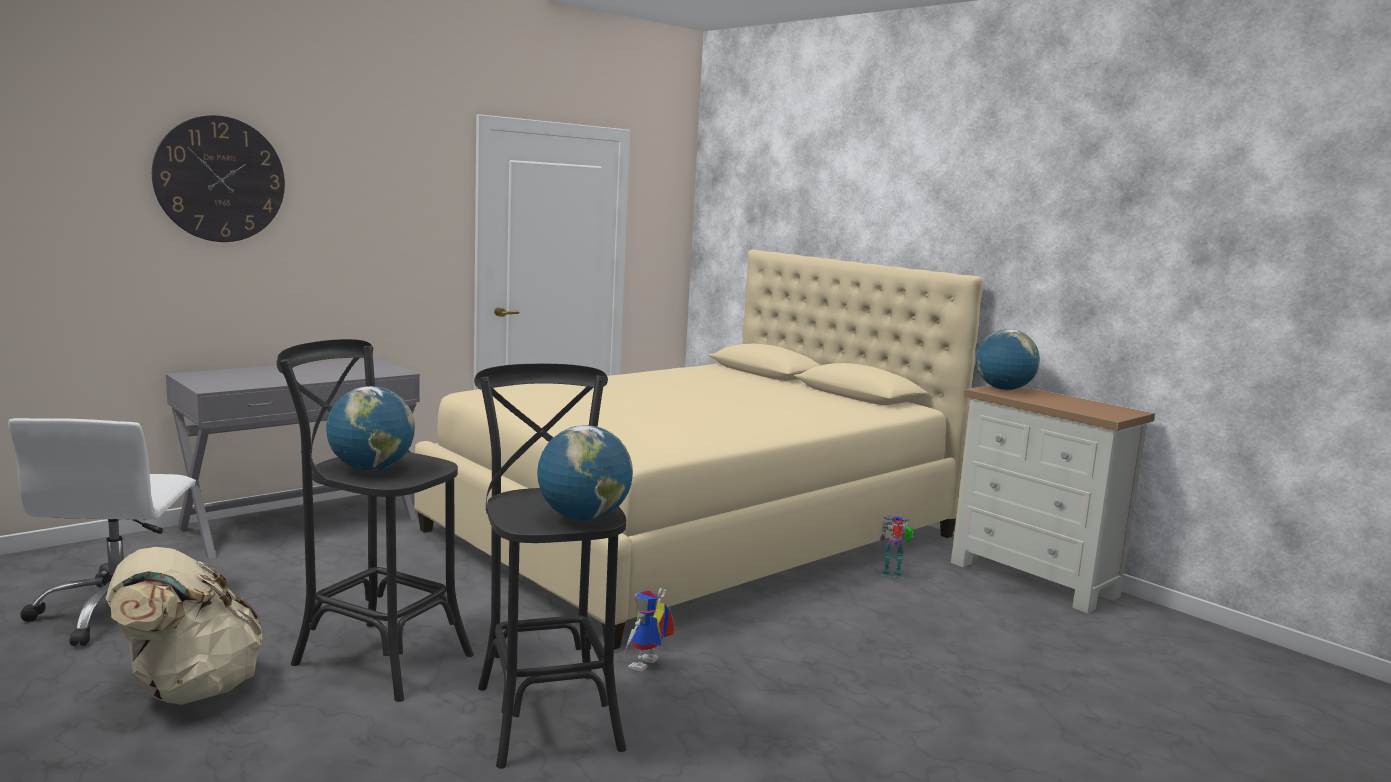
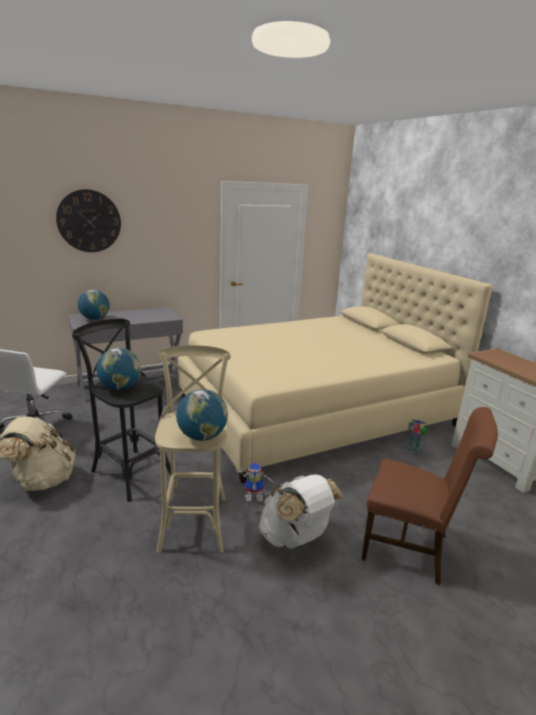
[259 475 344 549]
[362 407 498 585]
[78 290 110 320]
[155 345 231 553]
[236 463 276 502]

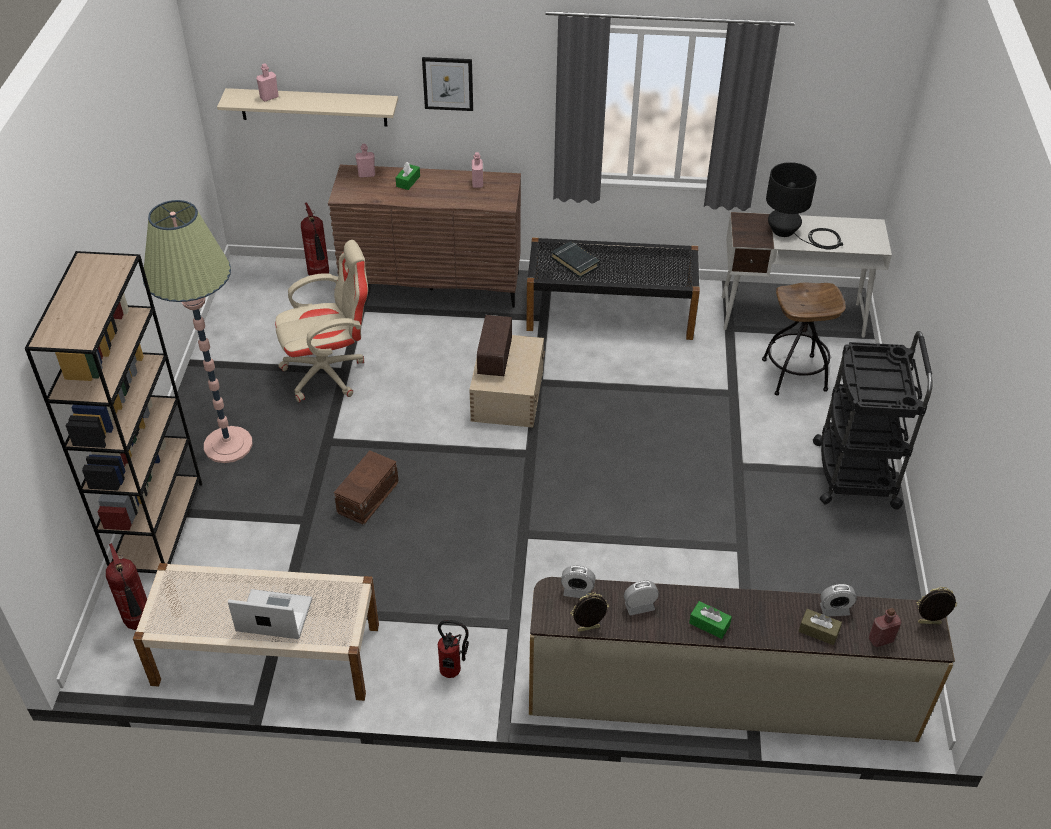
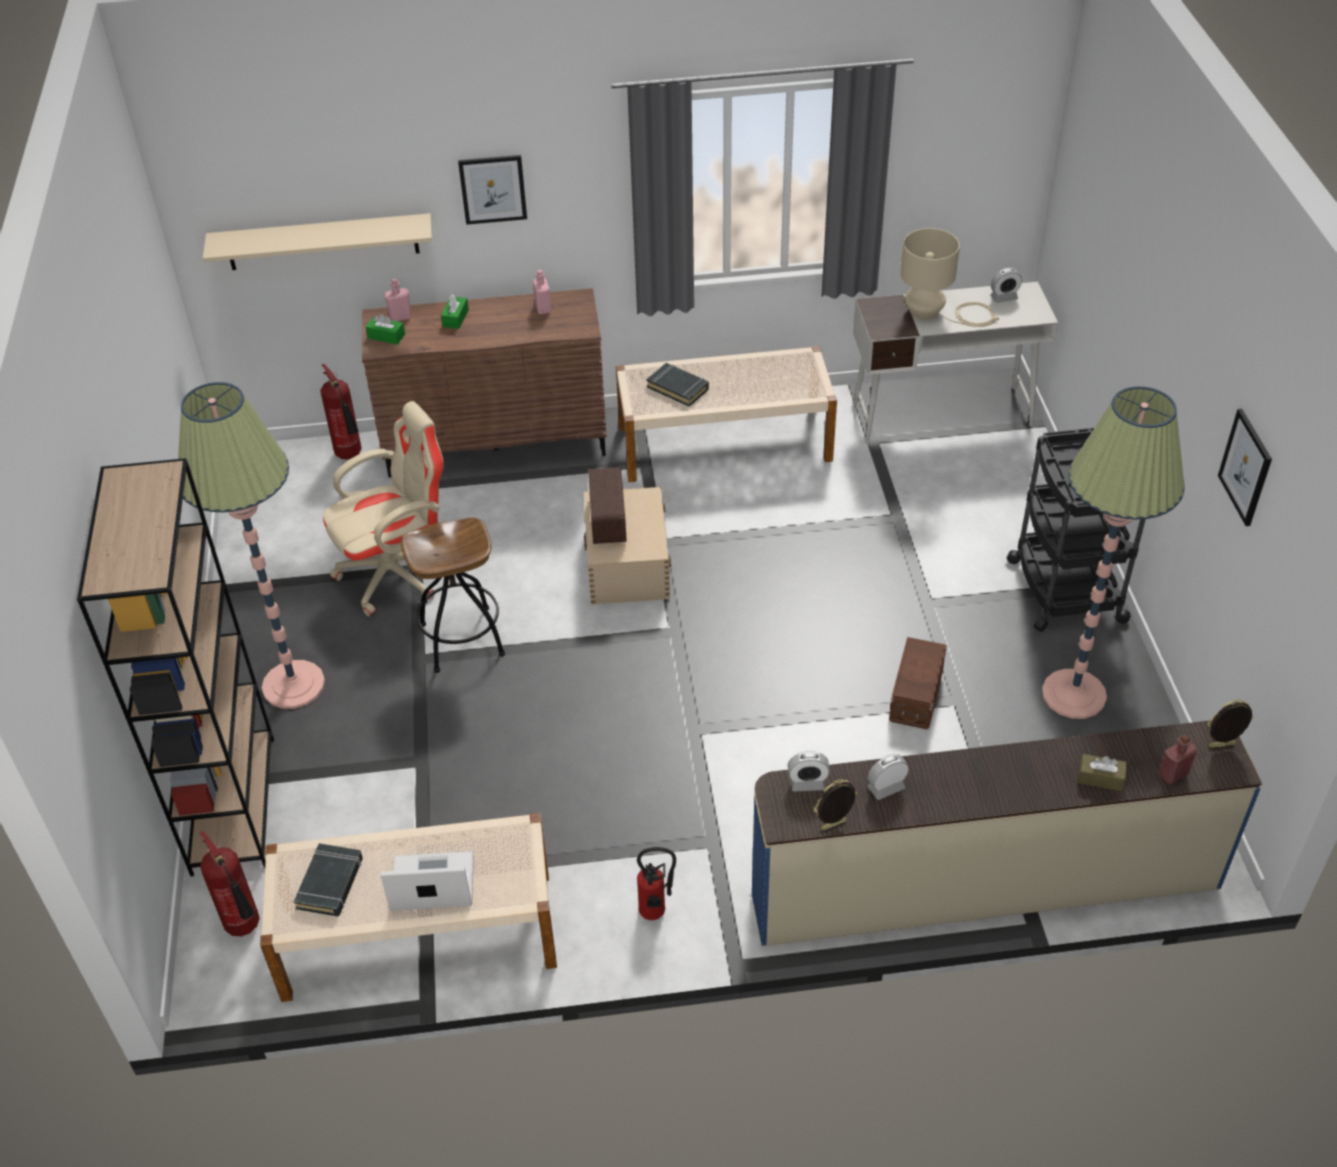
[256 63 279 101] (first image)
[294 843 363 916]
[1042 386 1185 719]
[1218 409 1272 526]
[889 637 947 730]
[366 314 405 345]
[401 518 505 673]
[990 268 1022 303]
[616 346 837 482]
[752 720 1262 946]
[900 228 999 327]

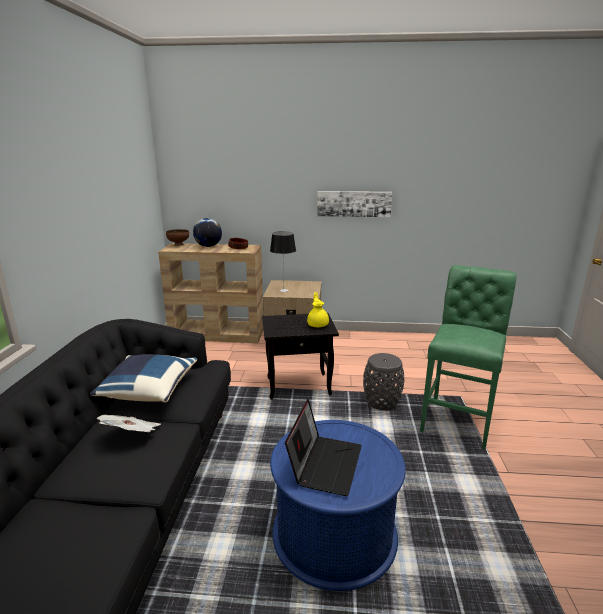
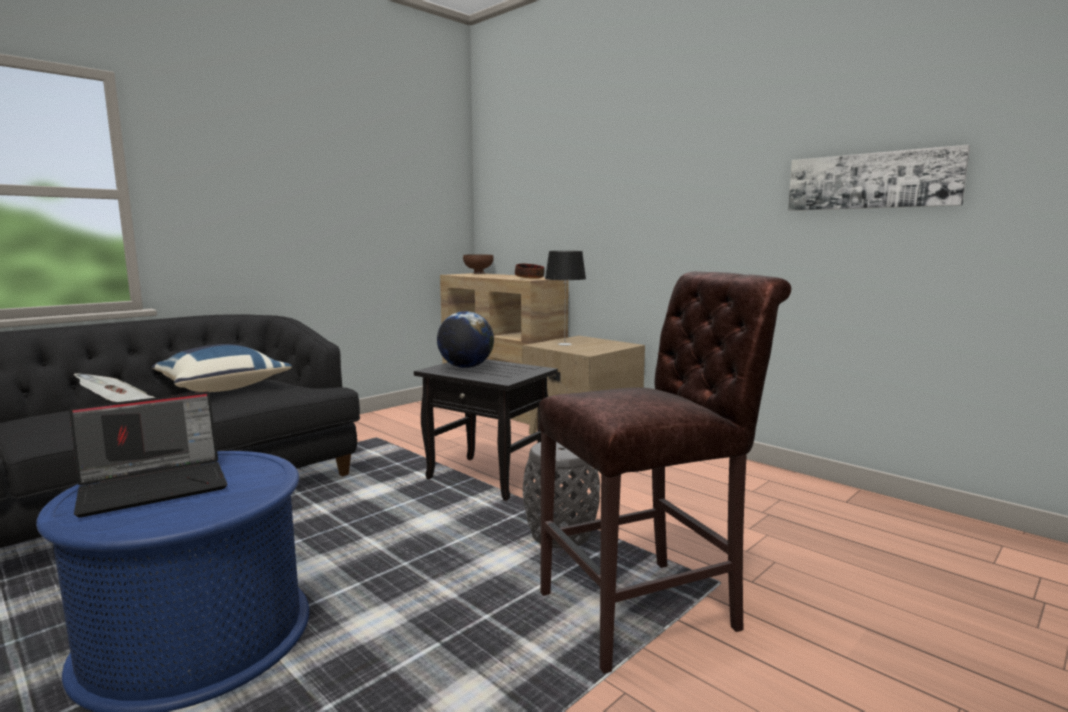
[307 292 329 327] (first image)
[437 311 494 368]
[788 144 970 211]
[538 271 791 673]

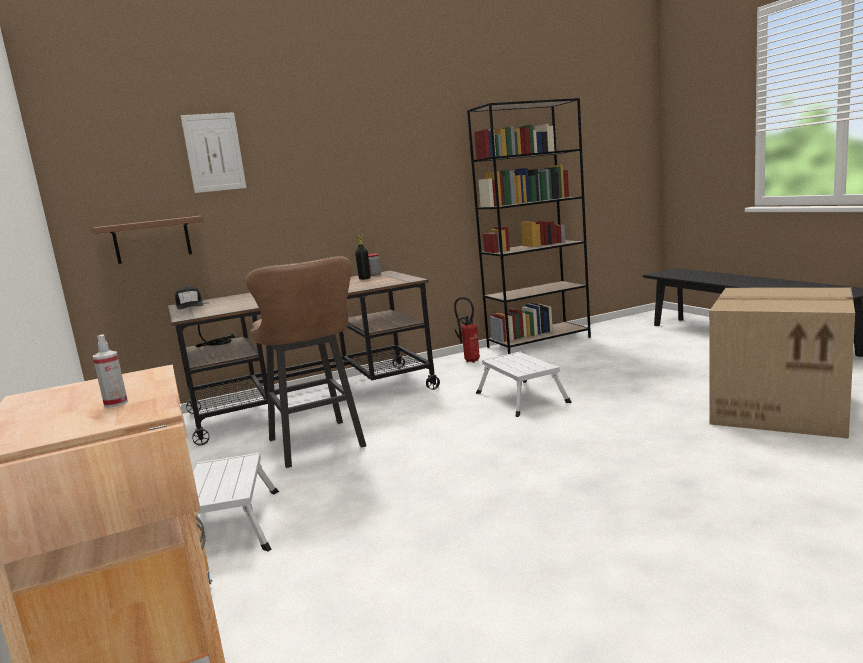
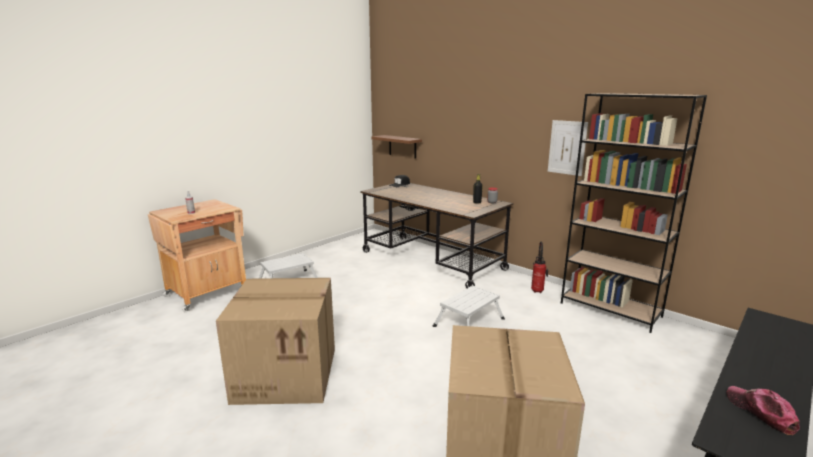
[246 256 366 468] (first image)
[216 278 335 405]
[726 386 800 435]
[548 120 588 176]

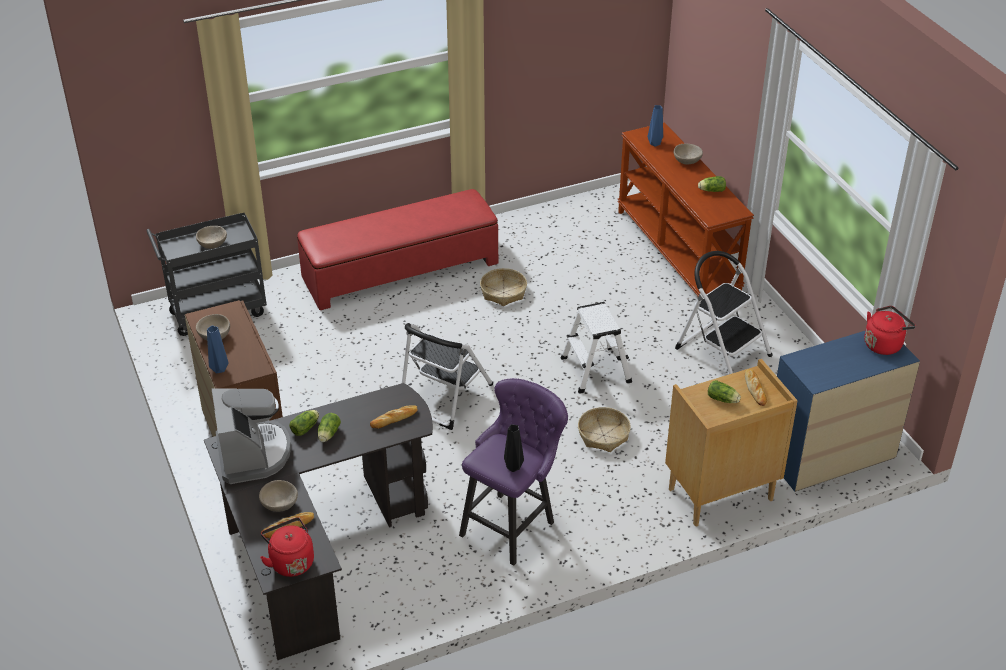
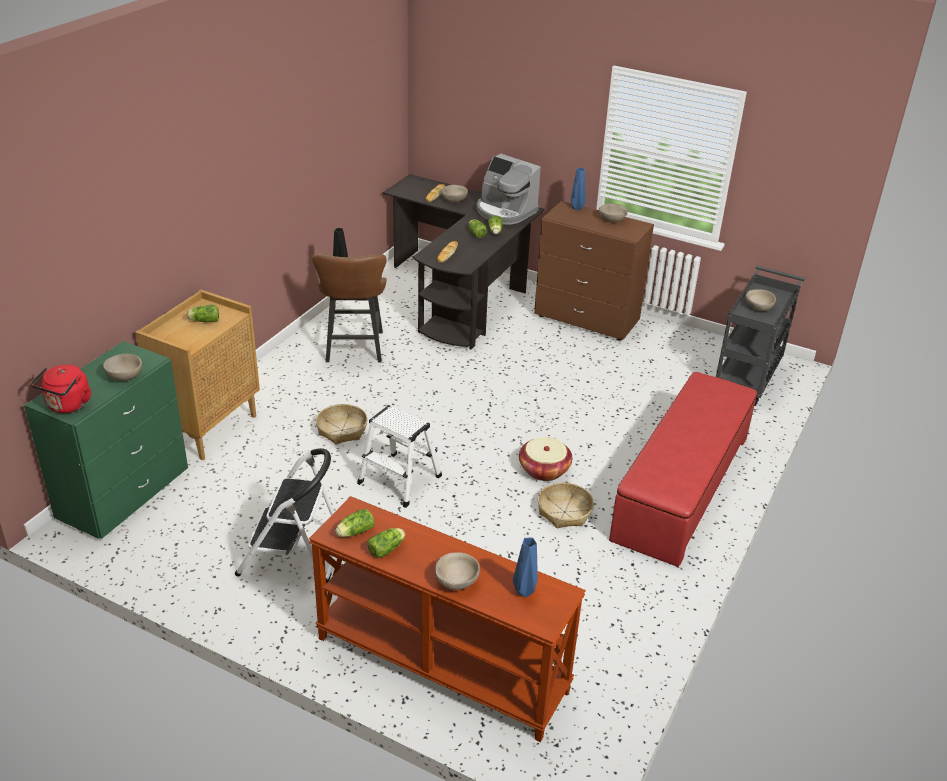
[260 517 314 577] (first image)
[402 323 493 430] (first image)
[745 369 767 406] (first image)
[103 354 142 381]
[335 509 374 537]
[519 437 572 481]
[312 253 387 362]
[24 341 188 539]

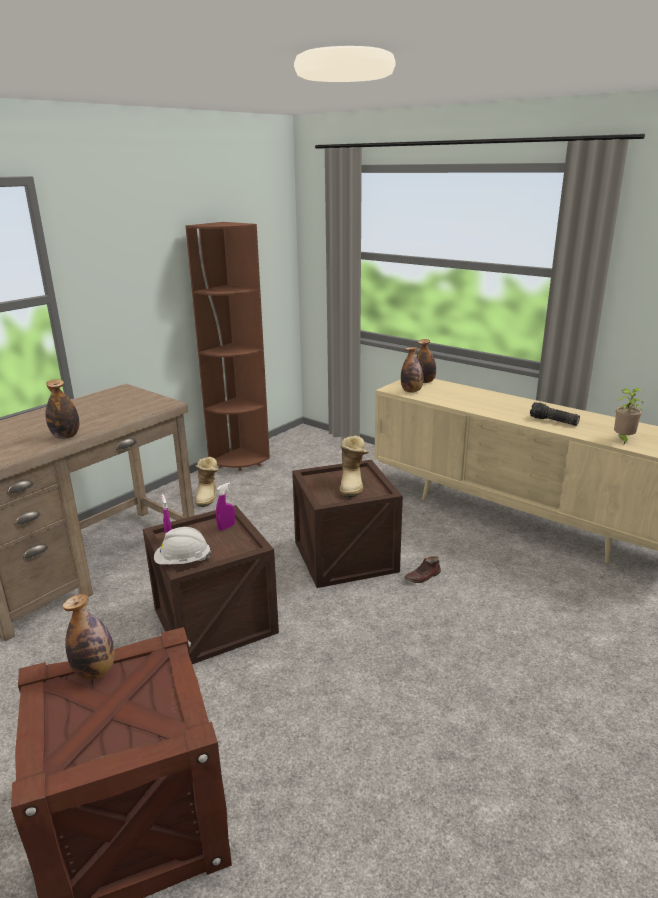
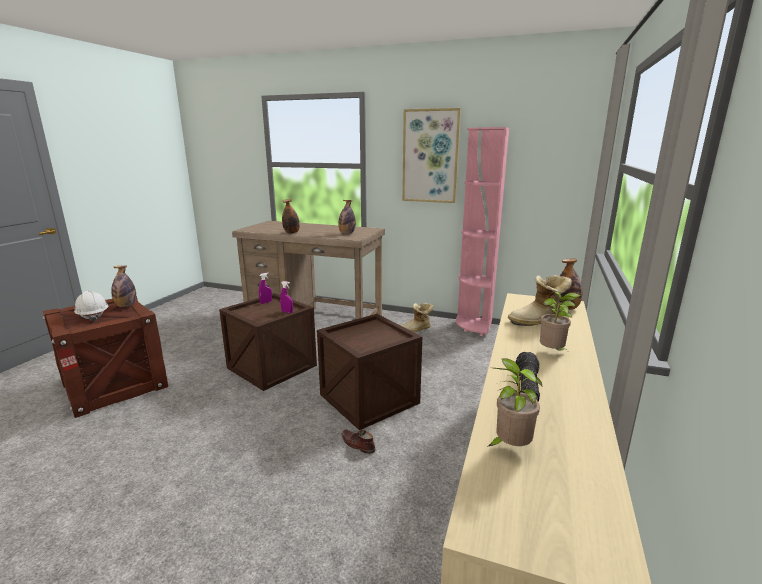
[402 108 461 203]
[540 292 580 350]
[74 290 109 321]
[508 275 572 326]
[338 200 356 234]
[456 127 509 336]

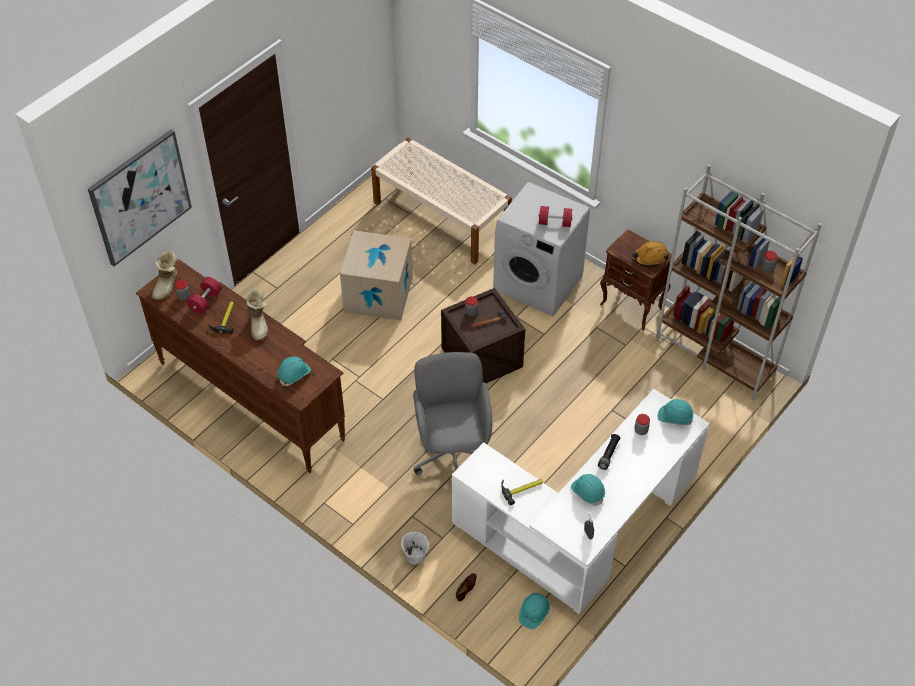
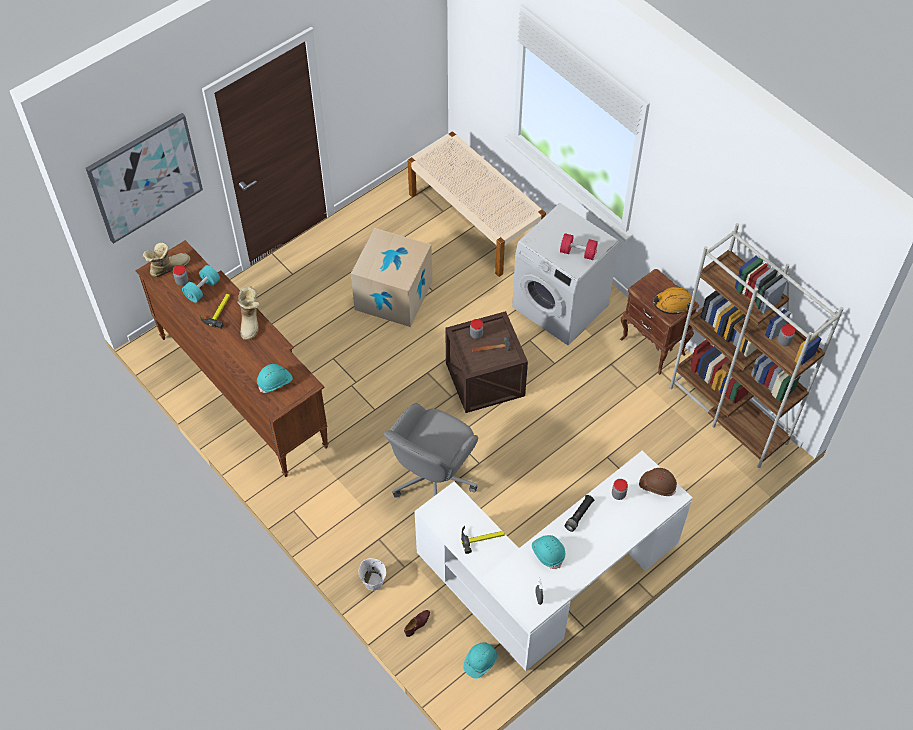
[182 265 220 303]
[639 468 677 496]
[143 242 190 277]
[384 403 478 498]

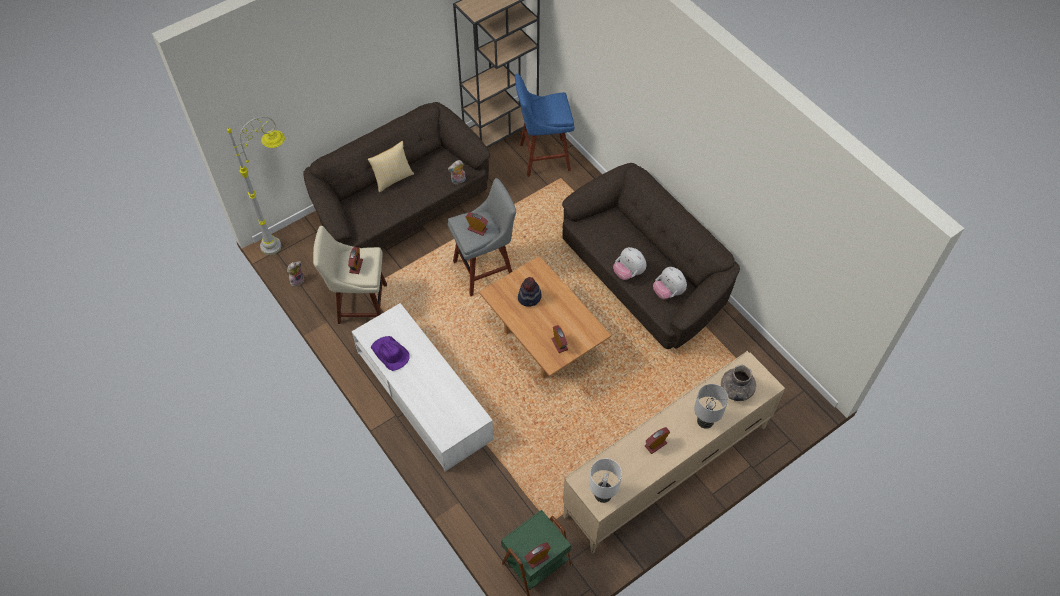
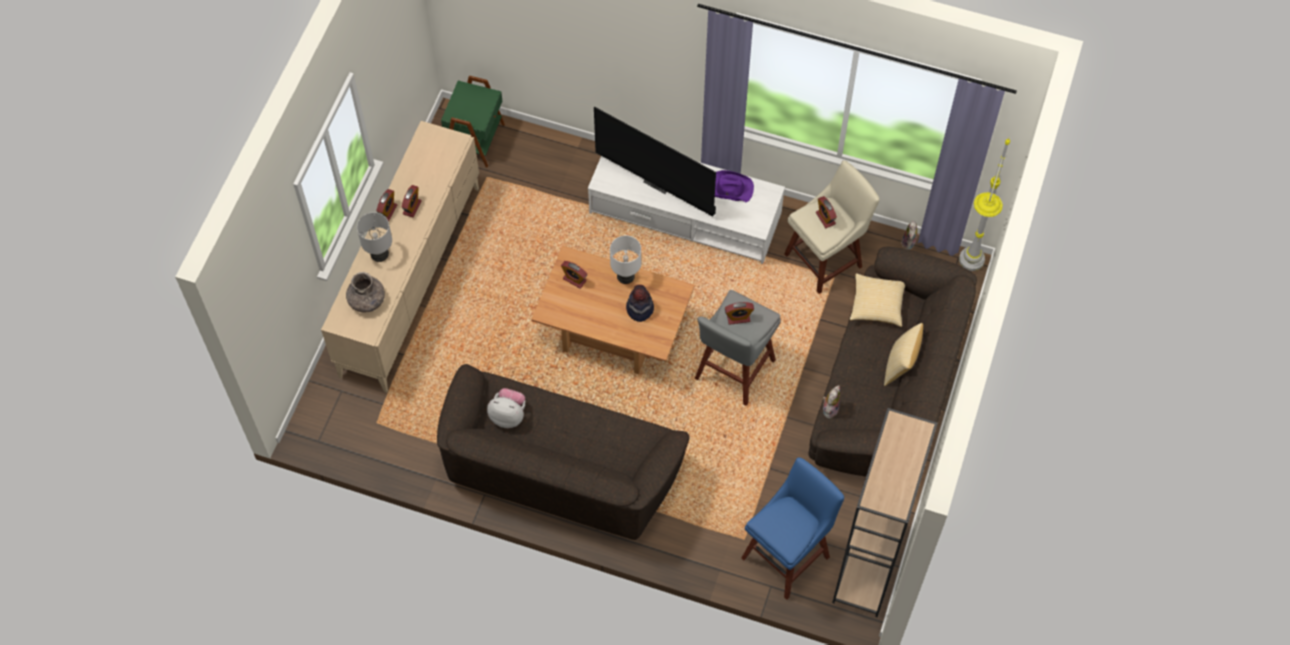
[613 247 646 280] (first image)
[594 106 716 217]
[850 274 905 327]
[376 189 397 221]
[610 235 641 284]

